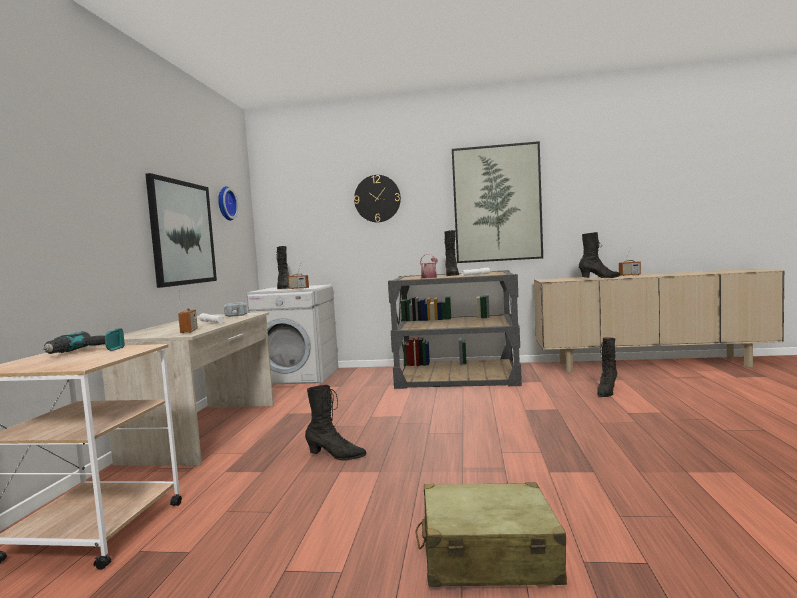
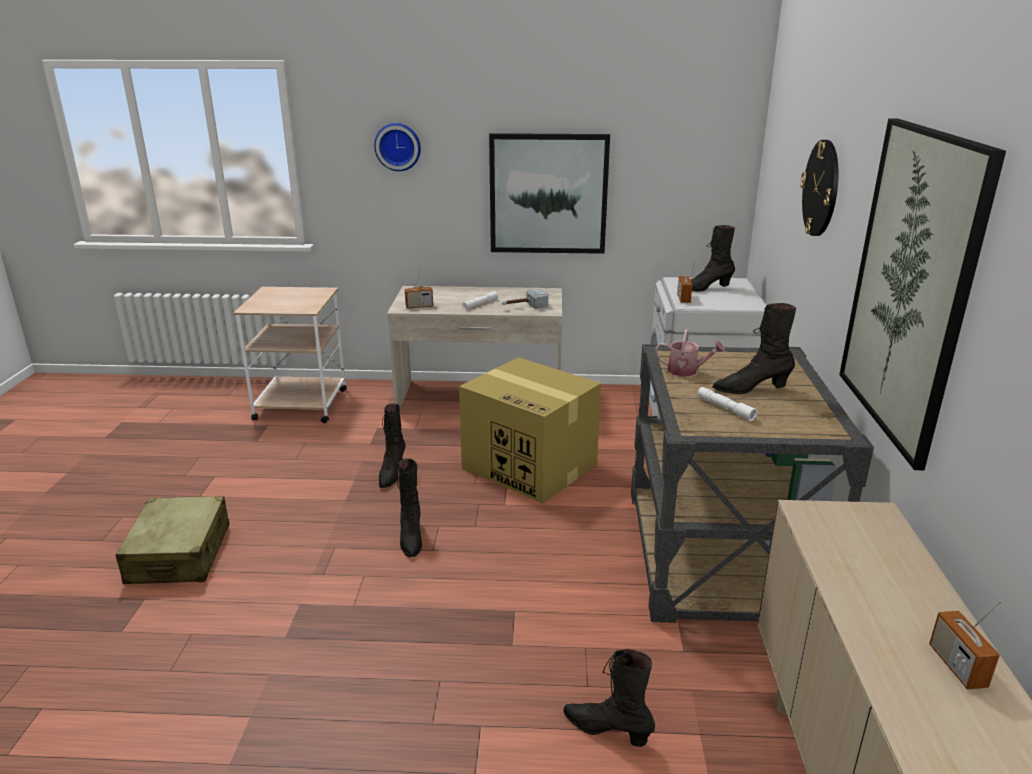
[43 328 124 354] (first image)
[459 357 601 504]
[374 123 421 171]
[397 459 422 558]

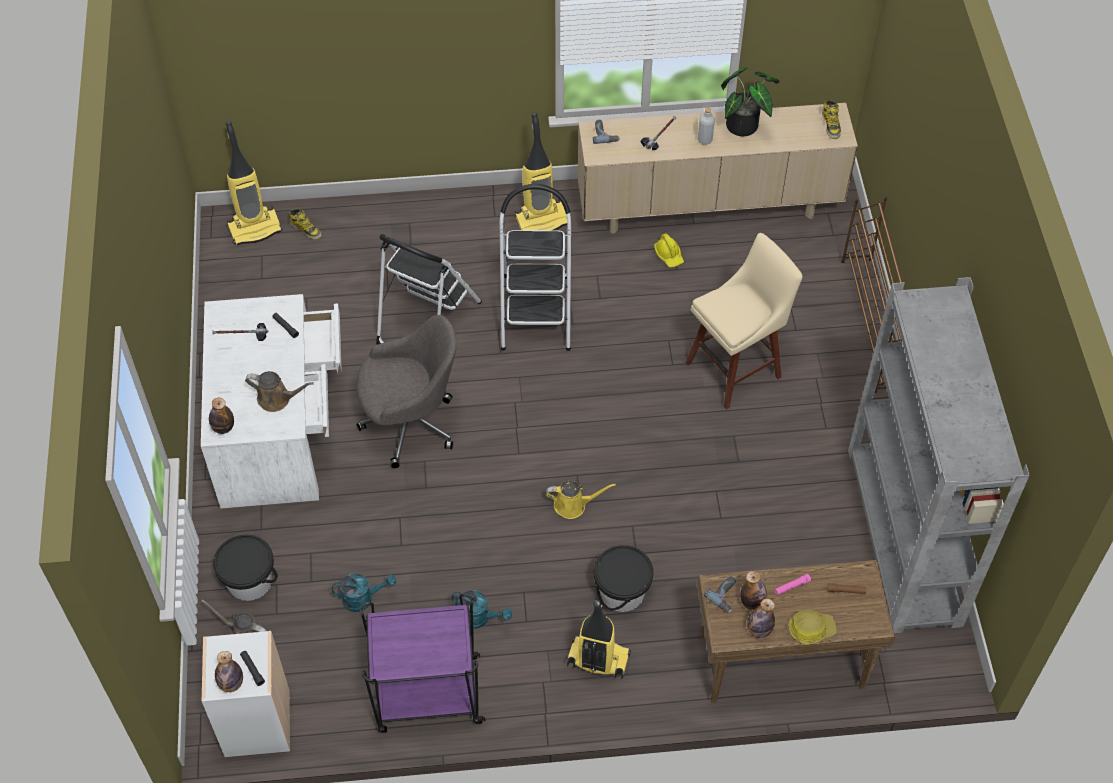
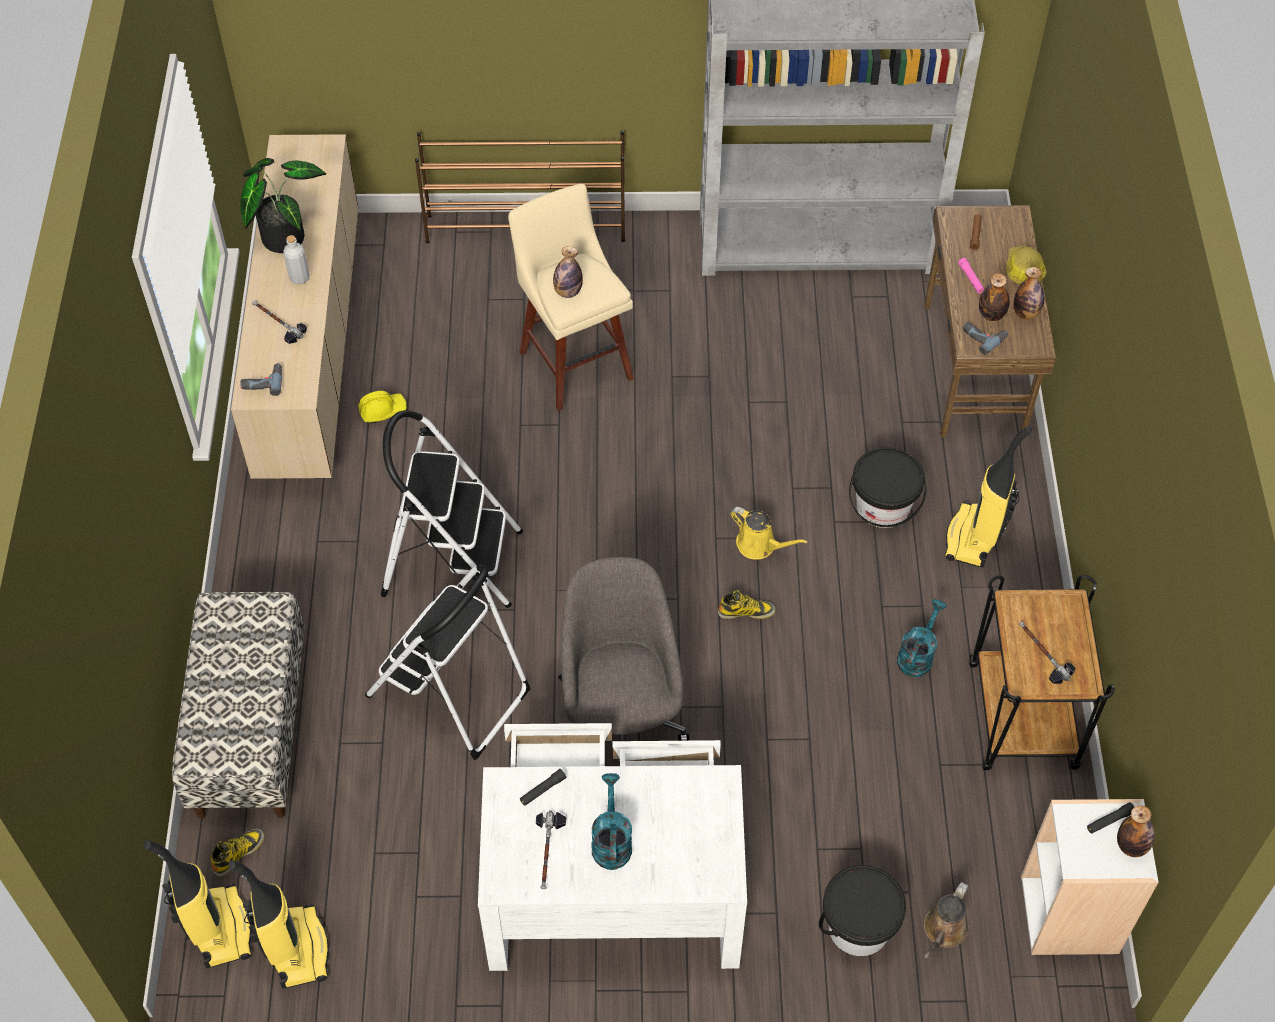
[245 371 314 412] (first image)
[172 592 304 819]
[1019 621 1076 684]
[553 246 583 298]
[592 773 632 870]
[228 860 329 988]
[718 590 776 619]
[969 575 1115 770]
[730 507 808 560]

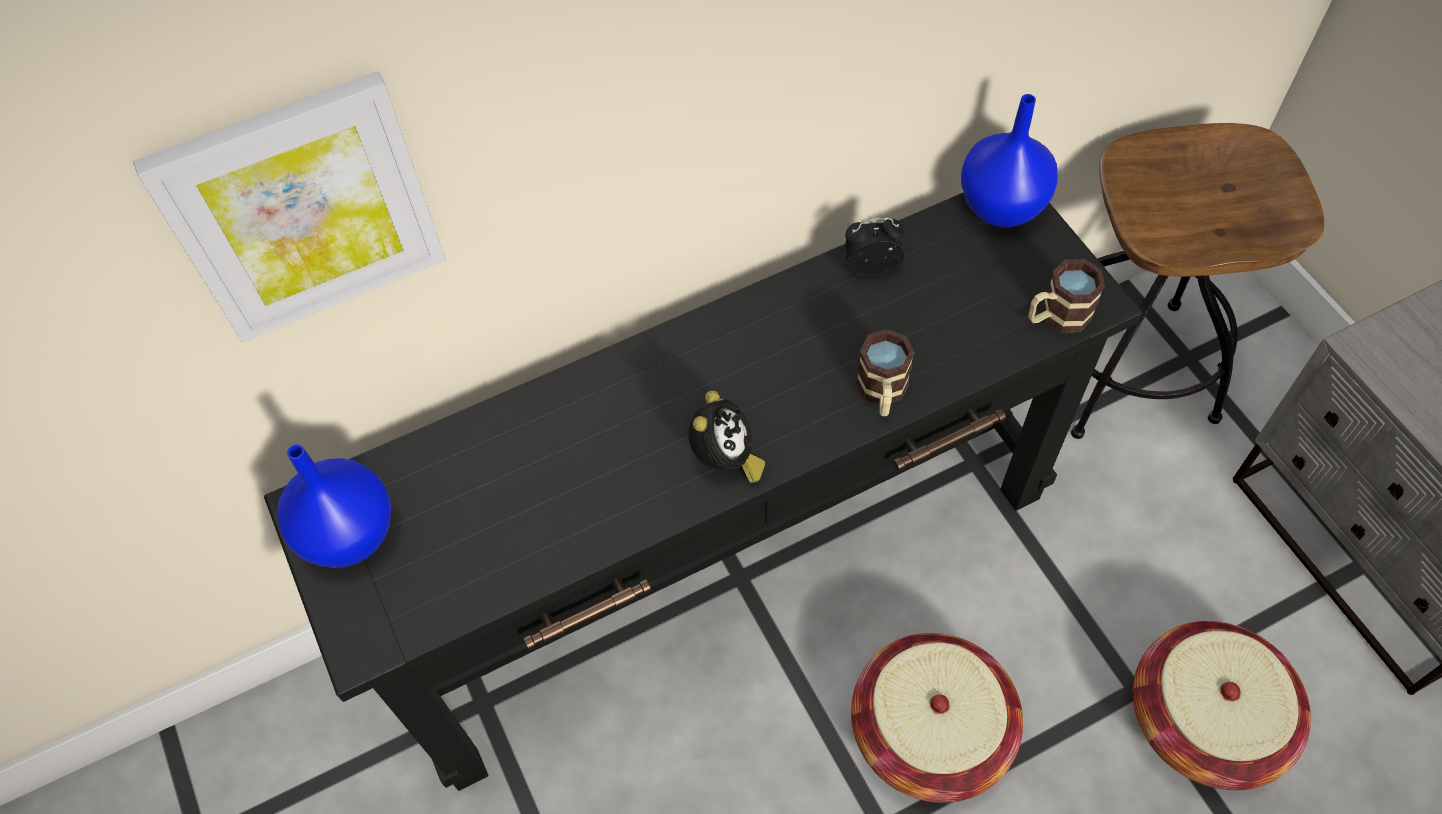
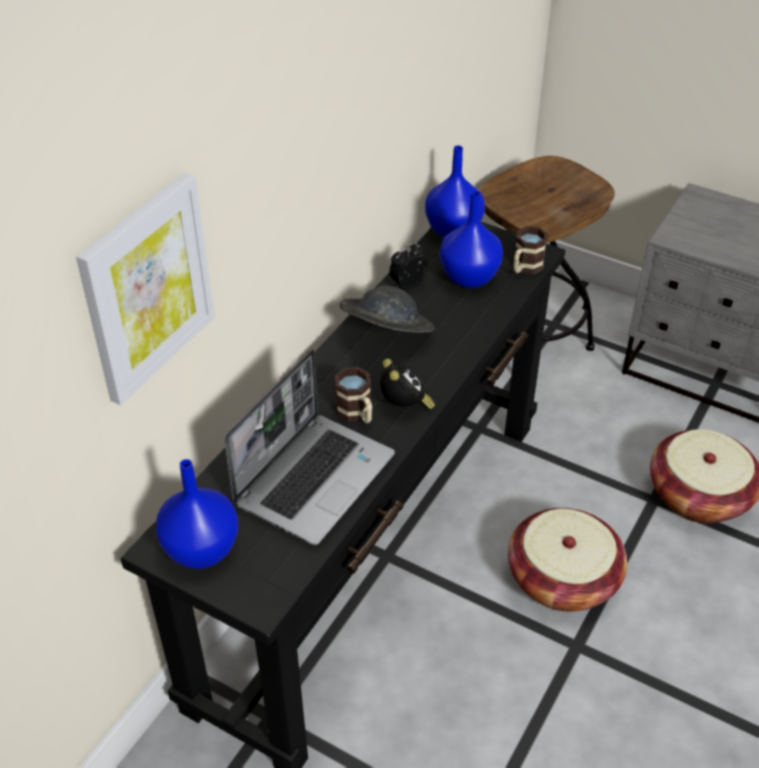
[224 349 395 545]
[340 286 435 333]
[440 191 503 288]
[335 367 372 423]

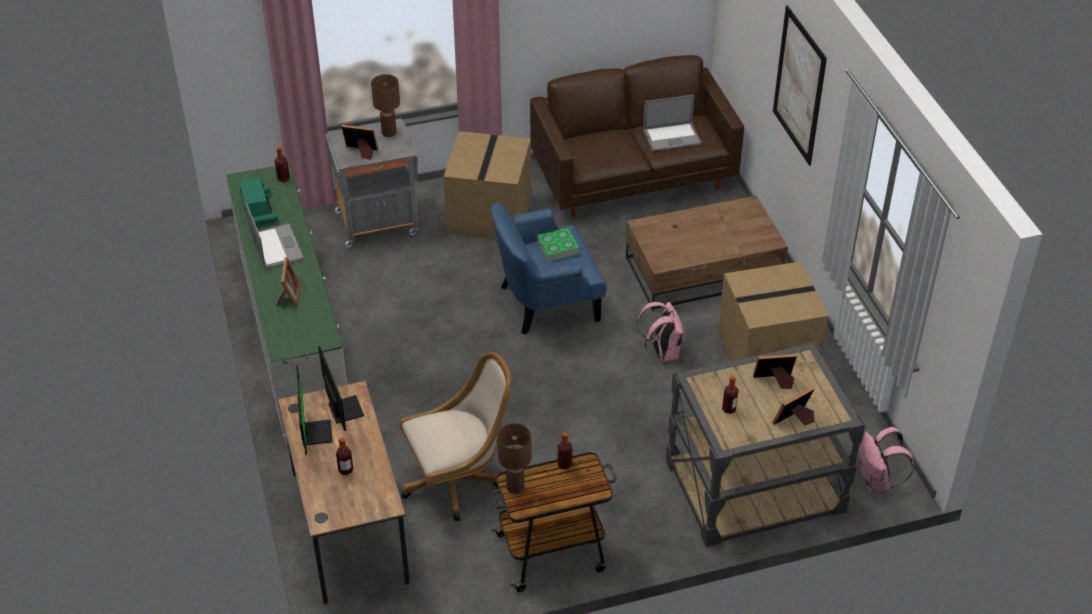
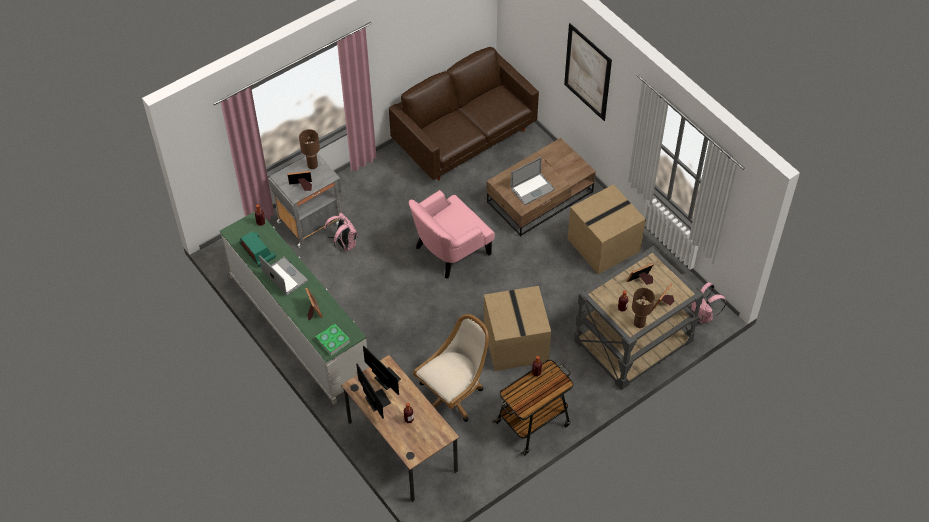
[484 286 551 371]
[632 288 655 328]
[315 323 350 356]
[324 213 358 252]
[511 157 555 205]
[409 190 495 279]

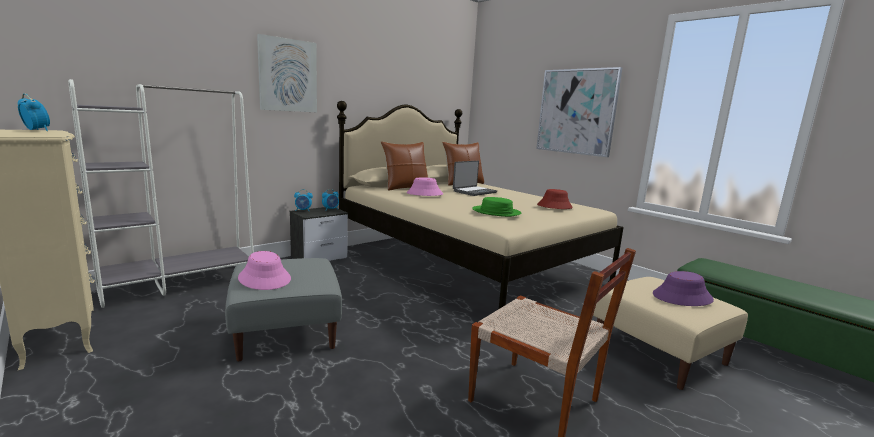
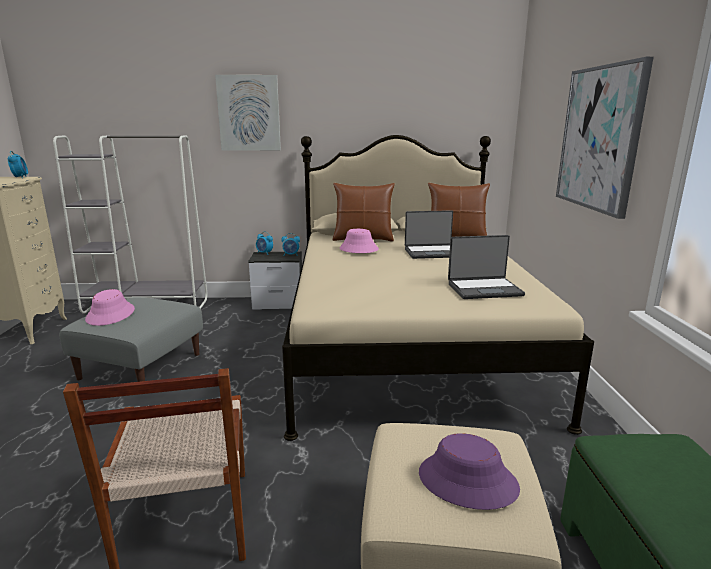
[472 197 521 217] (first image)
[448 235 525 299]

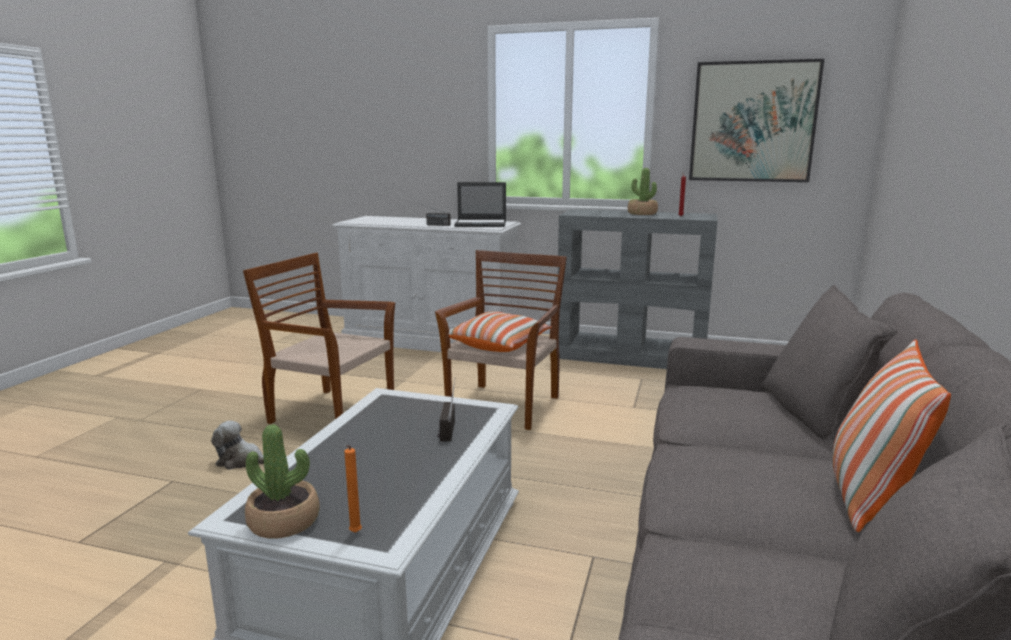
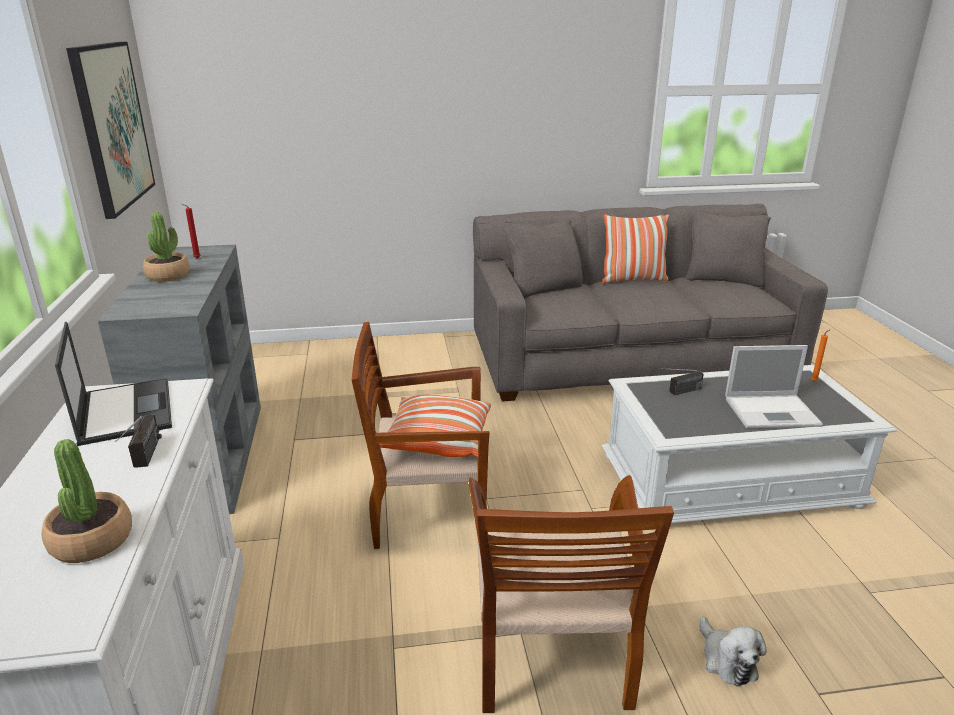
[725 345 823 428]
[41 439 132 563]

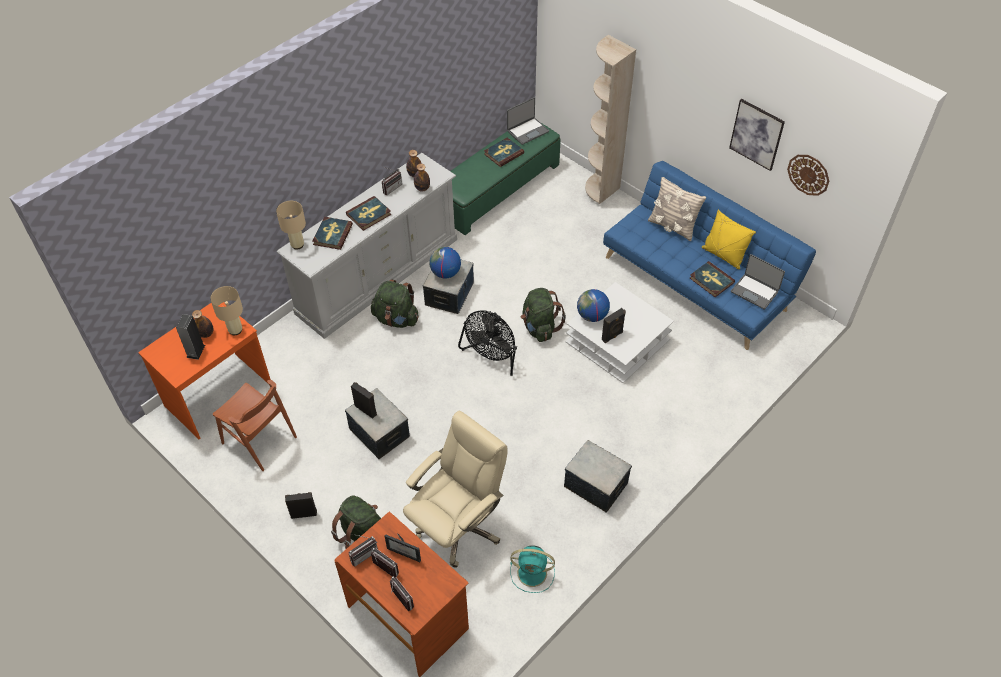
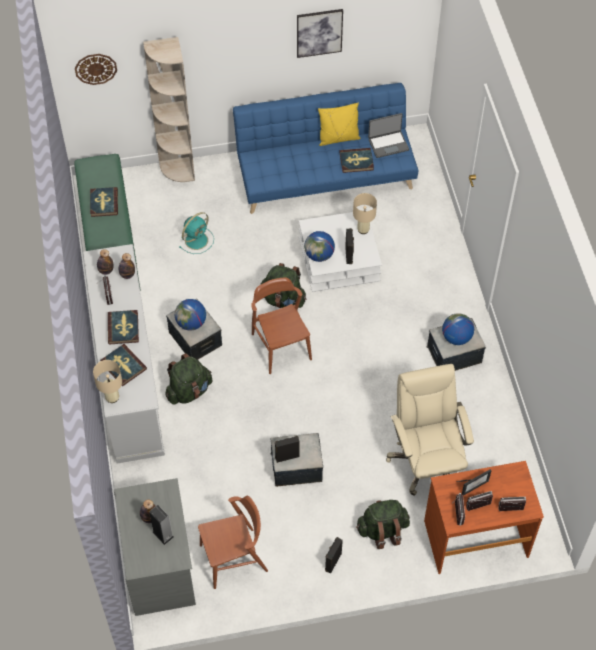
[507 97 549 145] (first image)
[648 177 706 241] (first image)
[442 313 474 345]
[353 193 377 234]
[179 212 214 254]
[75 54 117 85]
[251 277 312 374]
[114 478 196 616]

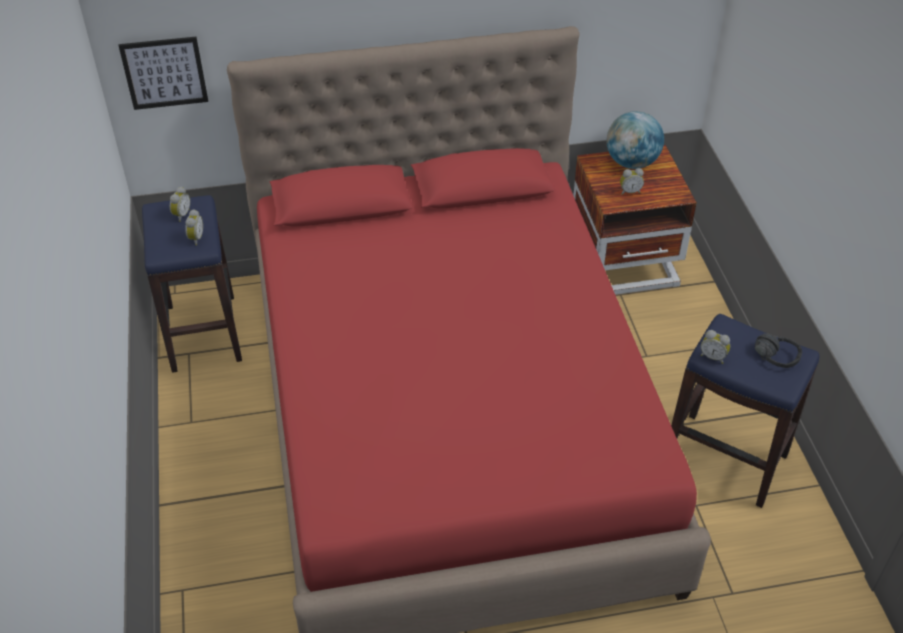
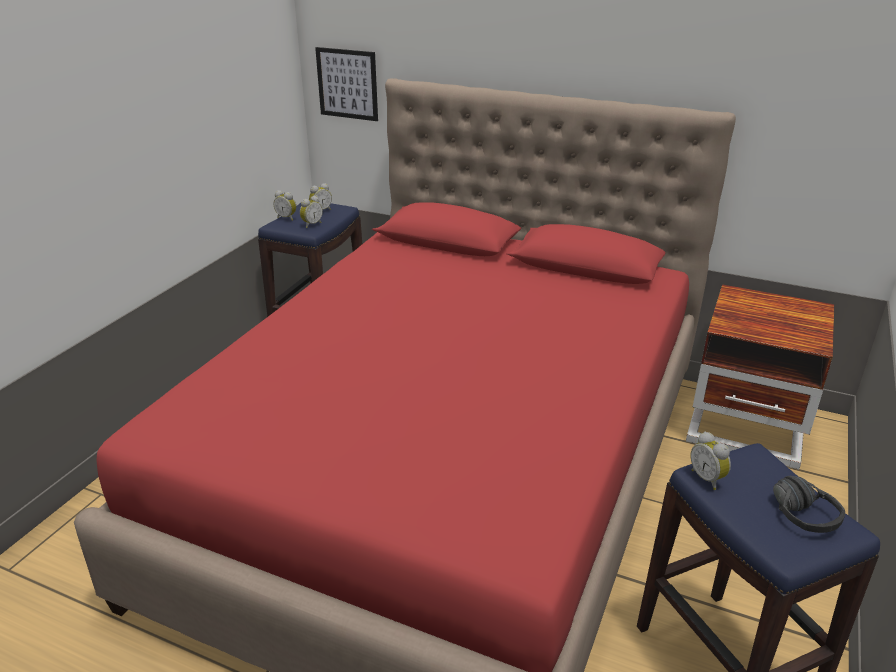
[606 111 664 169] (first image)
[274 190 296 221]

